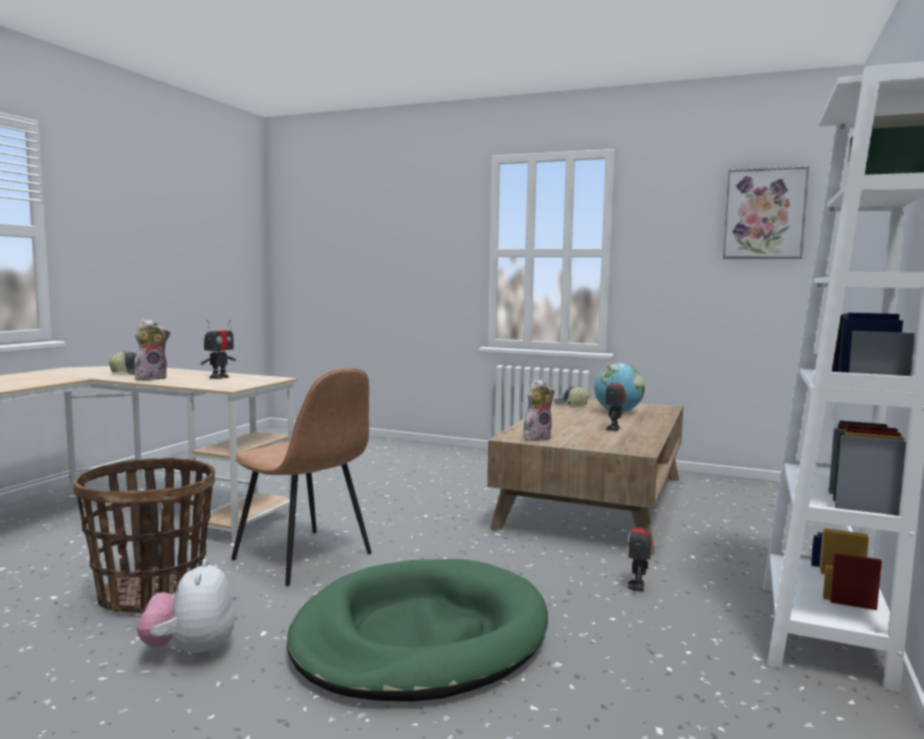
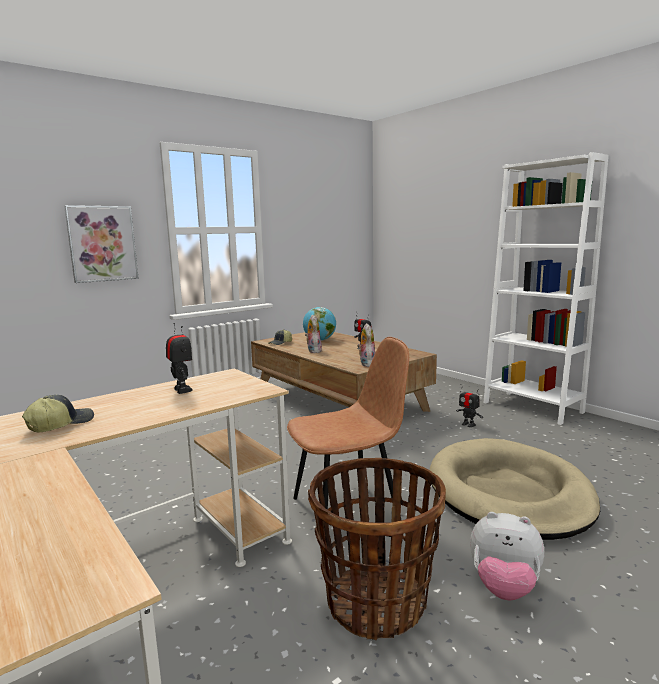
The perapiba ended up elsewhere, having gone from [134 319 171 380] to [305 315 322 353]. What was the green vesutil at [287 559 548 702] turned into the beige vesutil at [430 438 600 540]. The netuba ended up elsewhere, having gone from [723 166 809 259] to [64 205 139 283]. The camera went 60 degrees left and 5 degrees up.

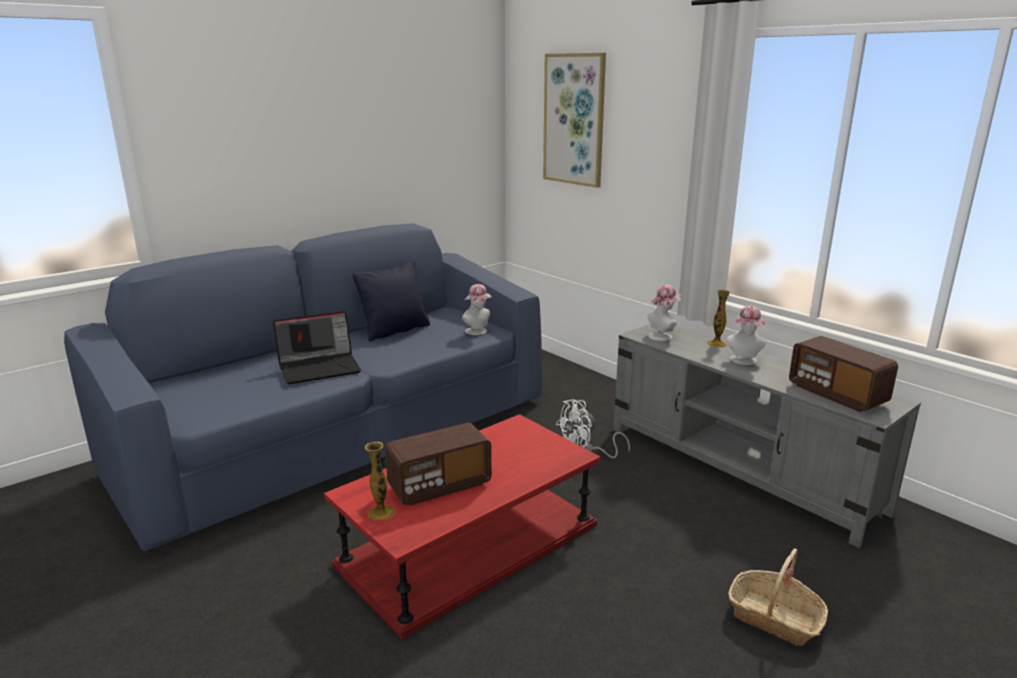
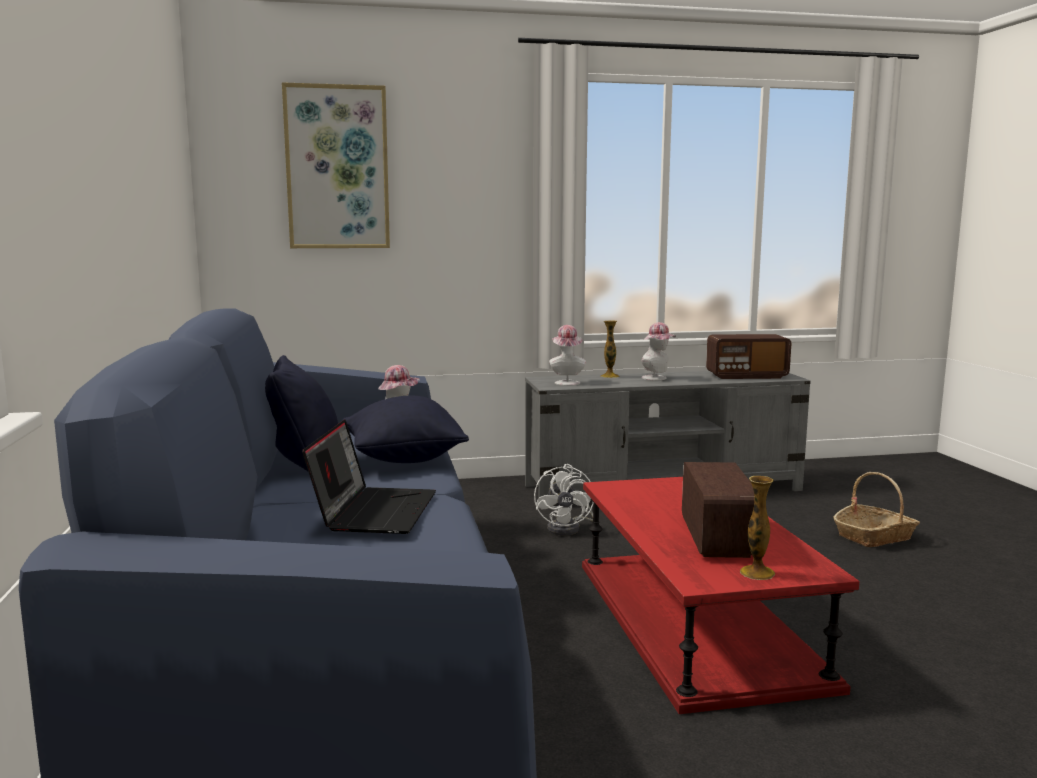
The second view gained the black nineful at [343 396 469 463]. The camera went 60 degrees left and 10 degrees down.

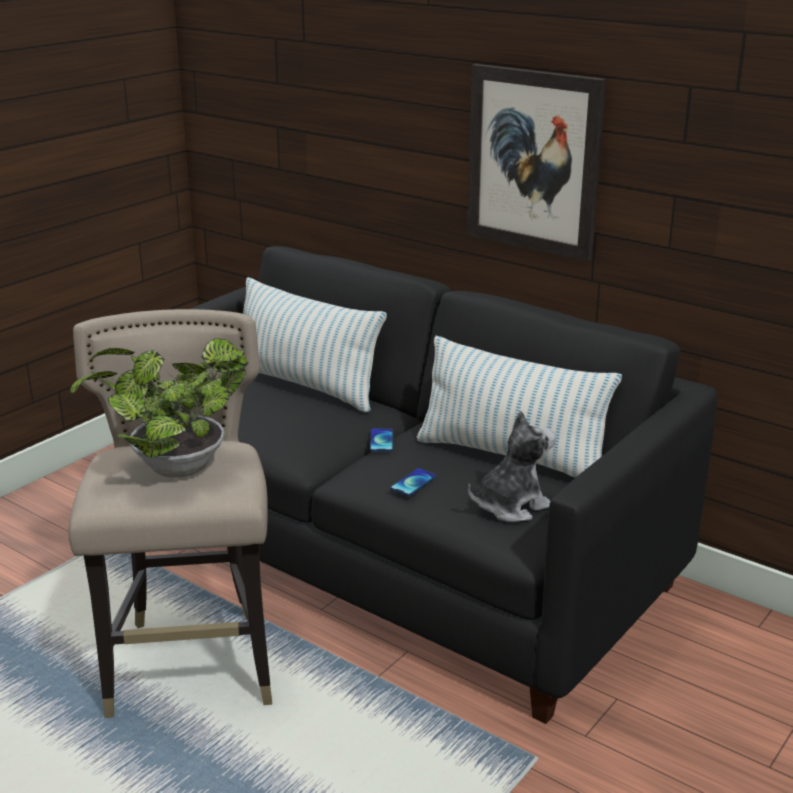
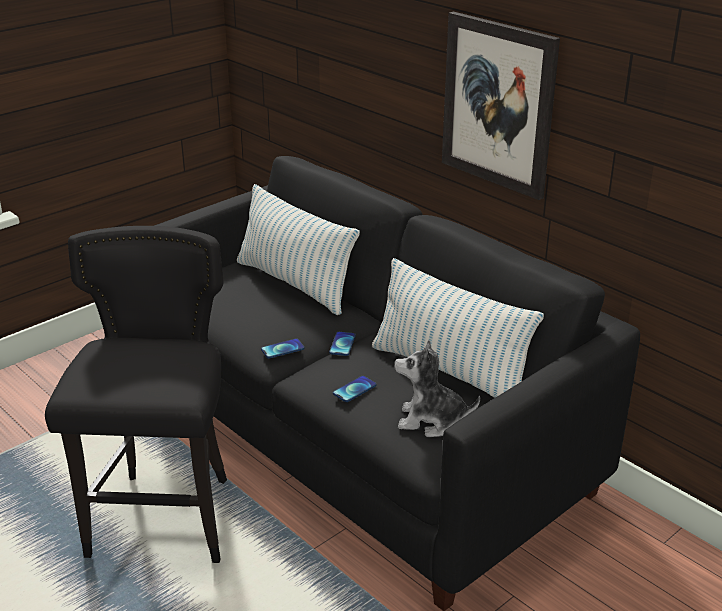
What was the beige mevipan at [68 309 272 718] turned into the black mevipan at [45 226 227 563]. The second view lost the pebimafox at [70 338 248 478]. The perapiba at [468 411 556 522] ended up facing another way, 150 degrees counterclockwise from before. The second view gained the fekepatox at [261 338 304 359]. The camera went 10 degrees right and 5 degrees up.

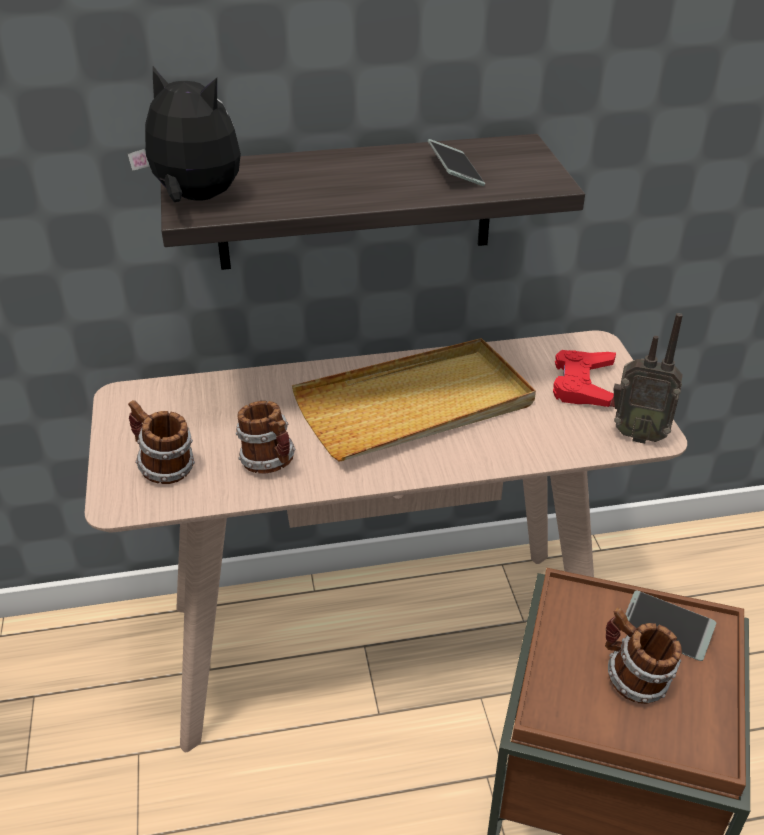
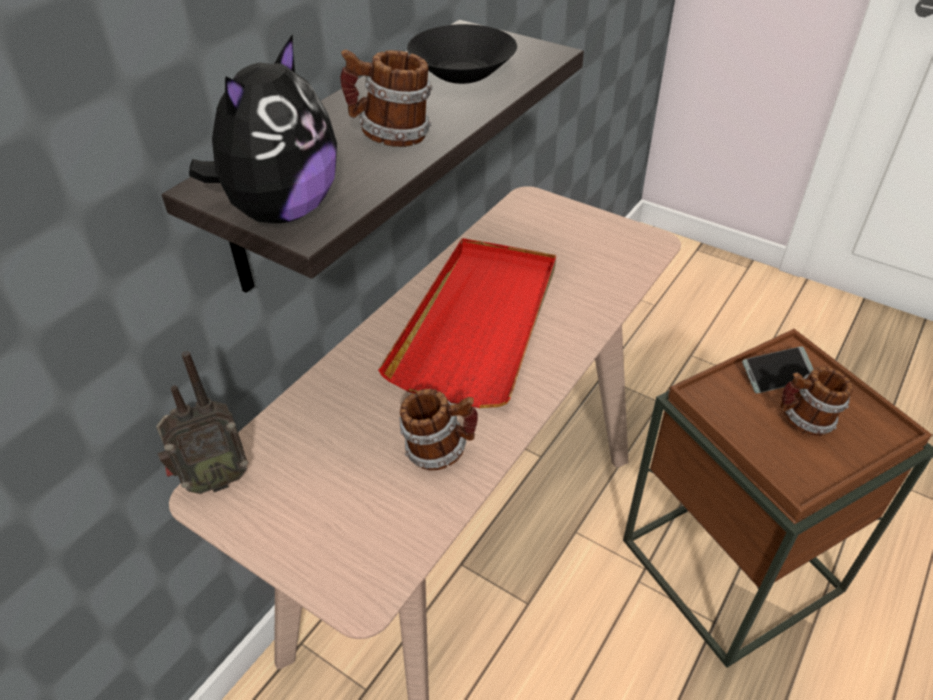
The perapiba at [128 66 241 202] ended up facing another way, 135 degrees clockwise from before. The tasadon ended up elsewhere, having gone from [128 400 195 484] to [340 49 433 147]. What was the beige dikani at [292 338 536 462] turned into the red dikani at [378 238 556 408]. Where the fekepatox stood at [428 139 485 186], the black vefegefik came to stand at [407 24 517 84]. The second view lost the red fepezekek at [553 350 616 407]. The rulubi ended up elsewhere, having gone from [610 313 683 444] to [156 351 248 494]. The camera went 45 degrees left and 5 degrees up.

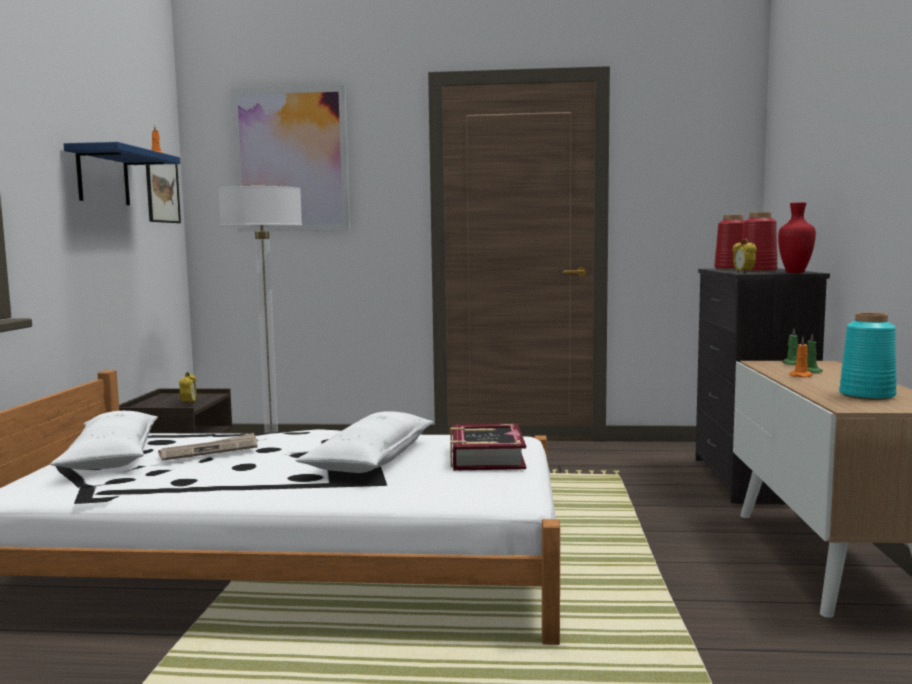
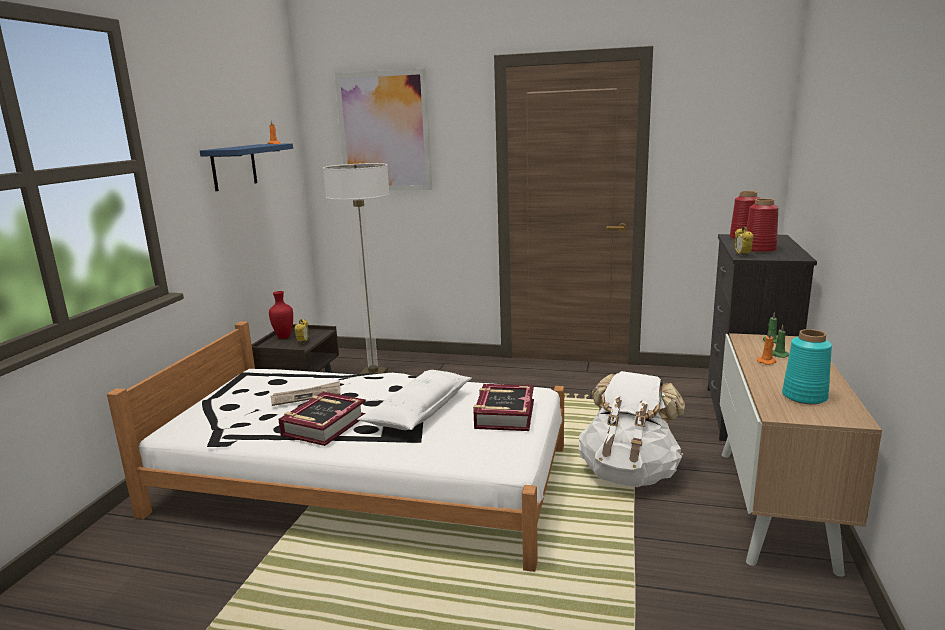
The second view lost the white nineful at [50 411 158 470]. The second view lost the netuba at [146 164 181 223]. The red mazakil ended up elsewhere, having gone from [778 202 816 273] to [269 291 293 339]. The second view gained the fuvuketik at [278 392 366 446]. The second view gained the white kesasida at [579 371 685 487]. The camera went 10 degrees right and 10 degrees up.

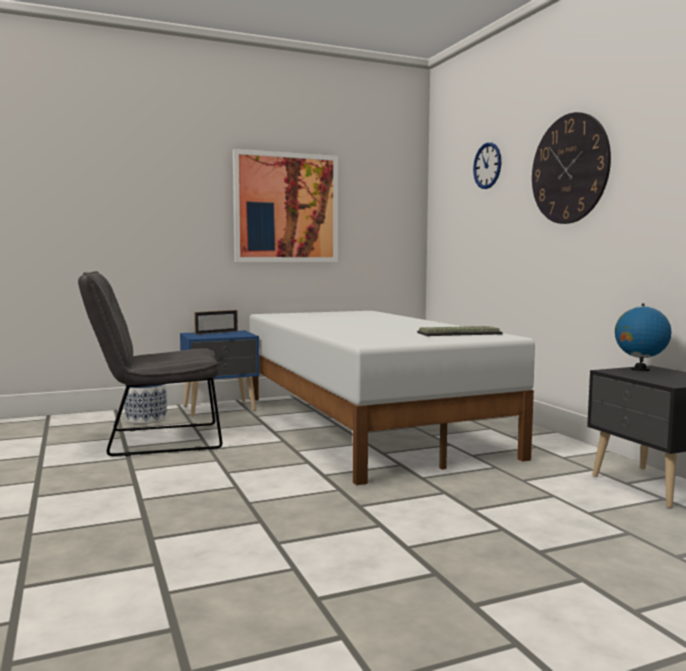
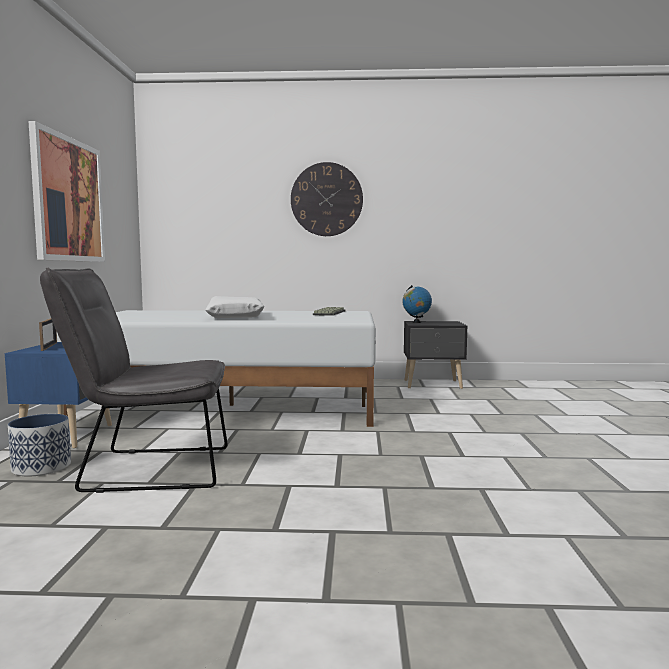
The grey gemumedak at [78 271 222 456] ended up facing another way, 75 degrees clockwise from before. The second view lost the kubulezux at [473 143 501 189]. The second view gained the white nineful at [206 296 264 318]. The camera went 65 degrees left and 0 degrees up.

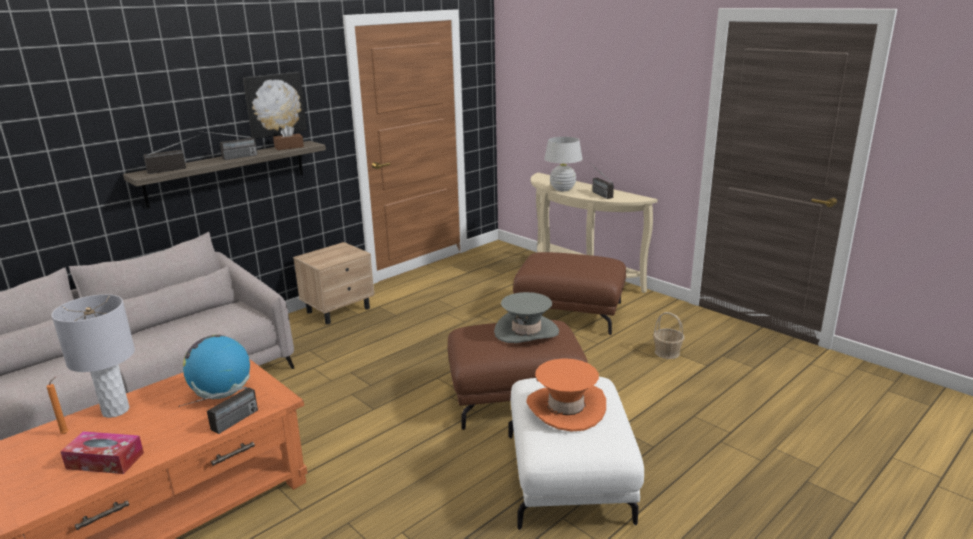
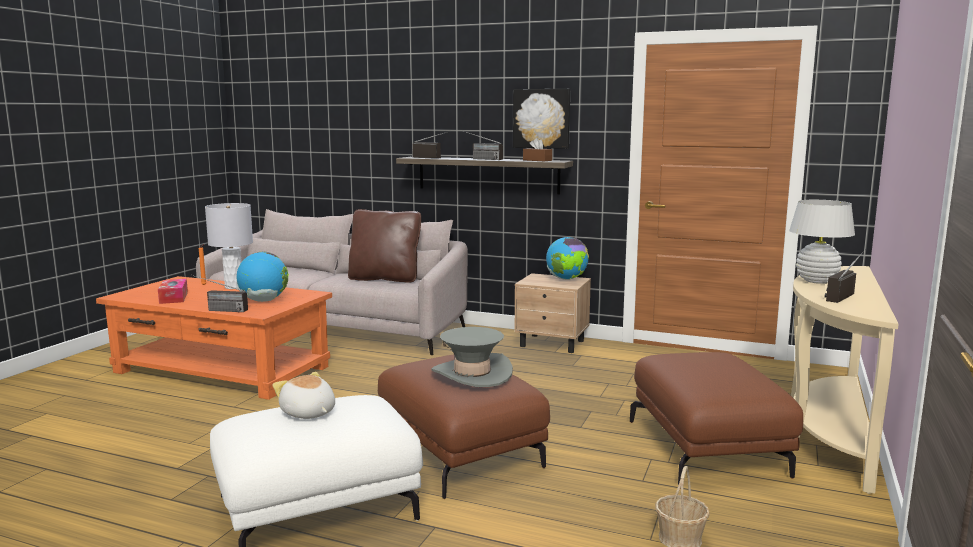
Where the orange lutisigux stood at [526 358 606 431], the perapiba came to stand at [272 372 335 419]. The second view gained the brown nineful at [348 209 421 283]. The second view gained the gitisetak at [546 237 589 280]. The camera went 65 degrees right and 10 degrees down.

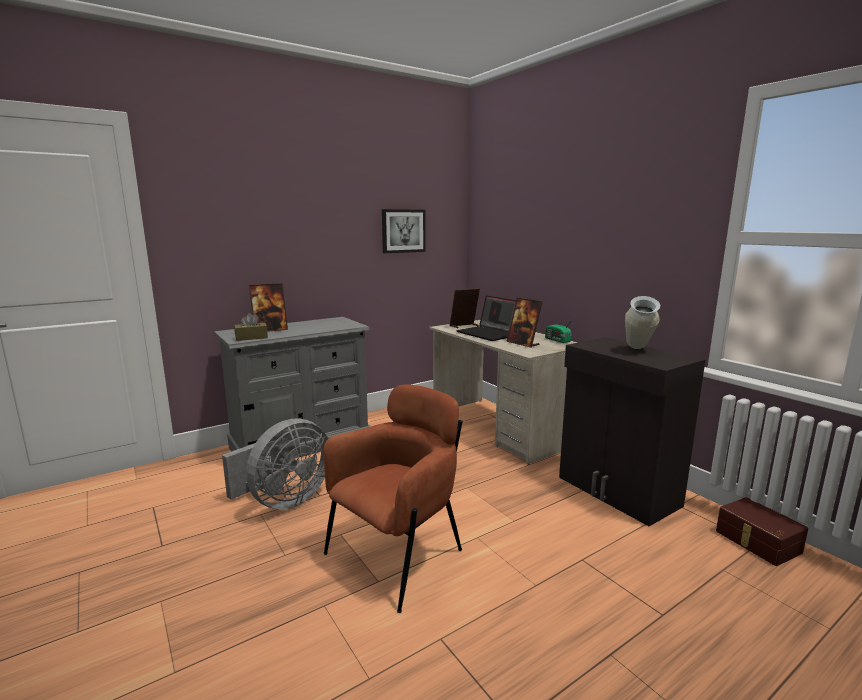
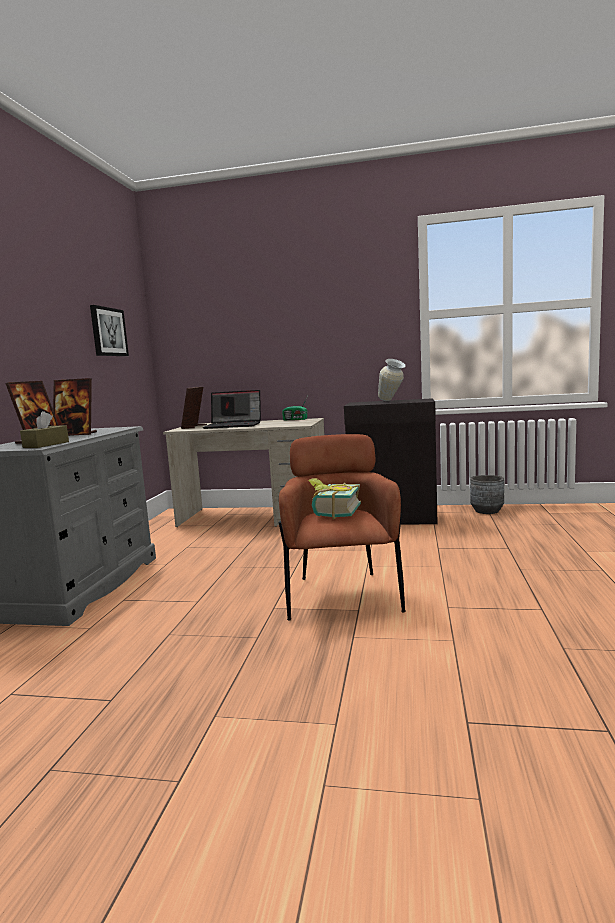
The second view lost the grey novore at [222 418 328 509]. The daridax ended up elsewhere, having gone from [506 298 542 348] to [53 378 97 436]. Where the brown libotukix stood at [716 497 808 566], the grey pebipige came to stand at [470 475 504 514]. The second view gained the fuvuketik at [308 478 361 519]. The camera went 45 degrees left and 5 degrees down.

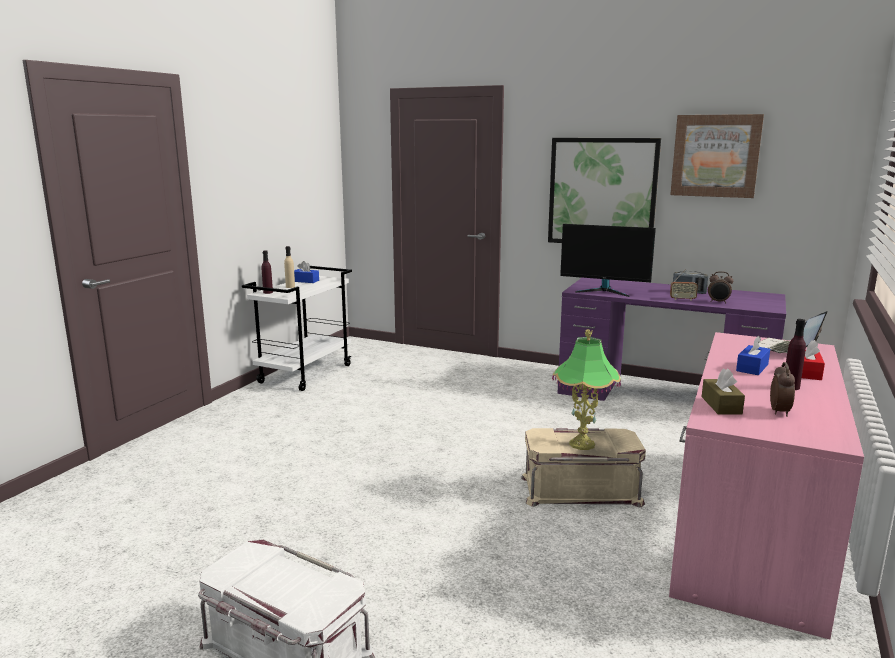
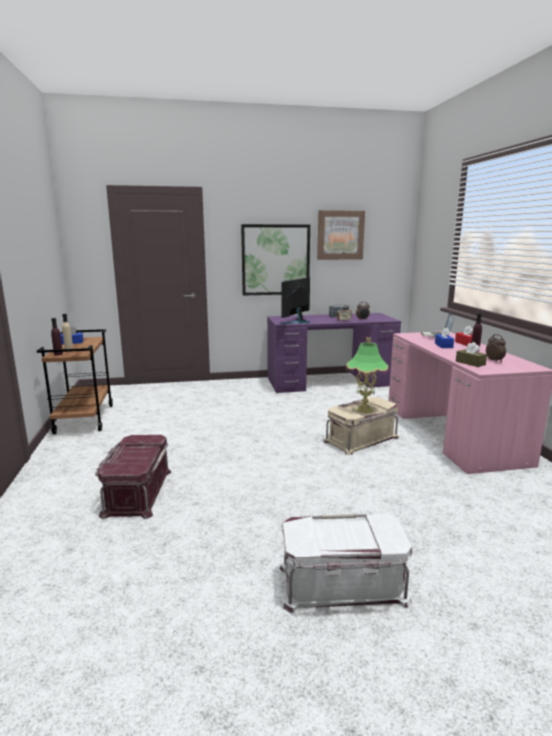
What was the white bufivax at [242 266 352 391] turned into the brown bufivax at [37 329 113 434]. The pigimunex at [560 224 656 297] ended up facing another way, 135 degrees clockwise from before. The second view gained the red libotukix at [95 435 172 519]. The camera went 35 degrees left and 0 degrees up.

